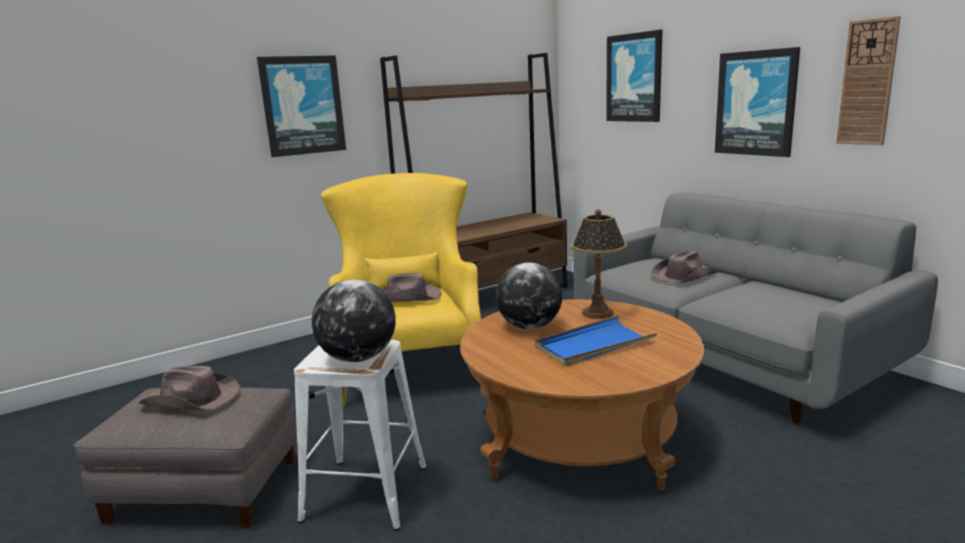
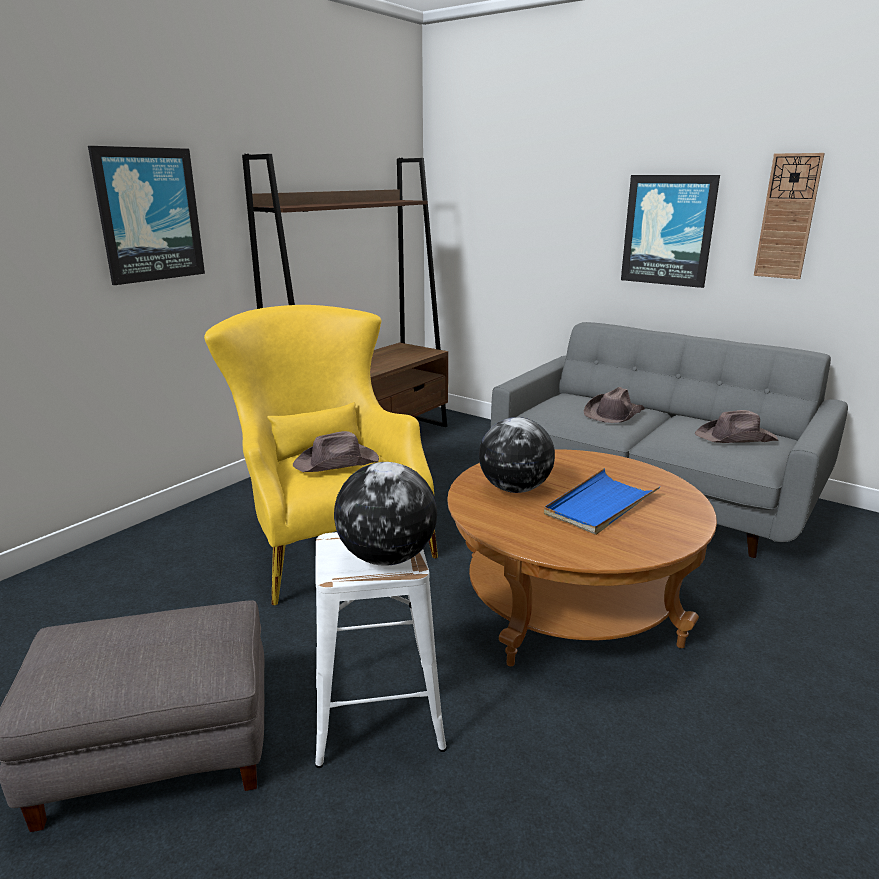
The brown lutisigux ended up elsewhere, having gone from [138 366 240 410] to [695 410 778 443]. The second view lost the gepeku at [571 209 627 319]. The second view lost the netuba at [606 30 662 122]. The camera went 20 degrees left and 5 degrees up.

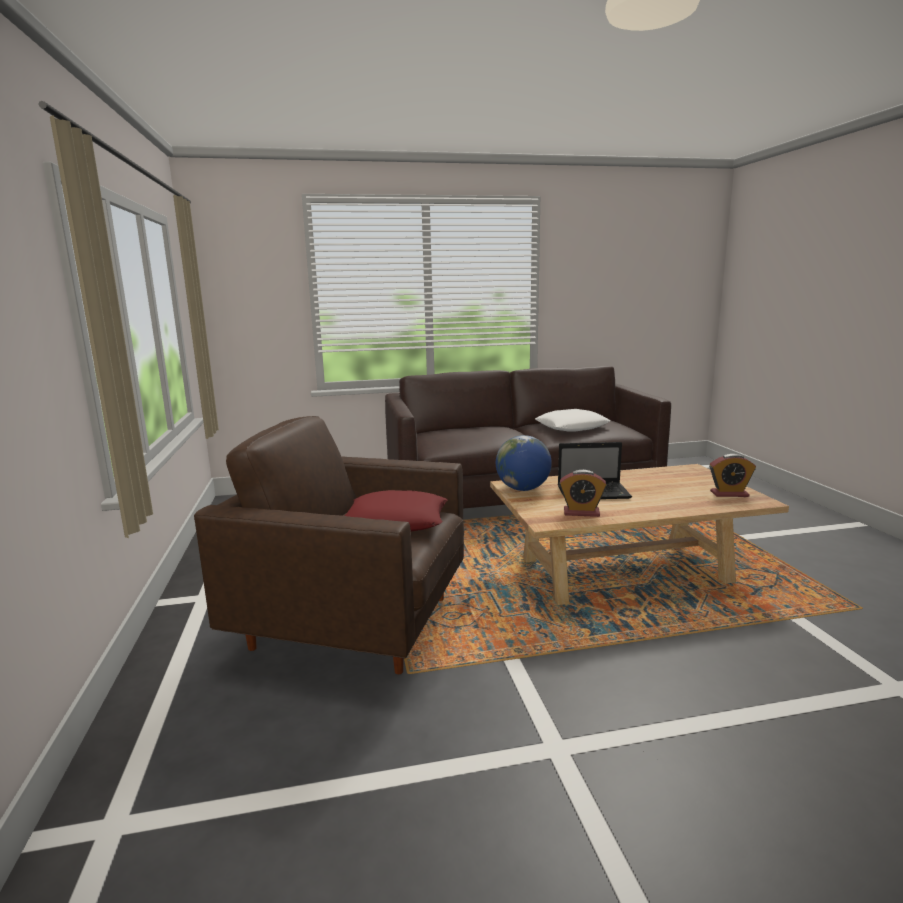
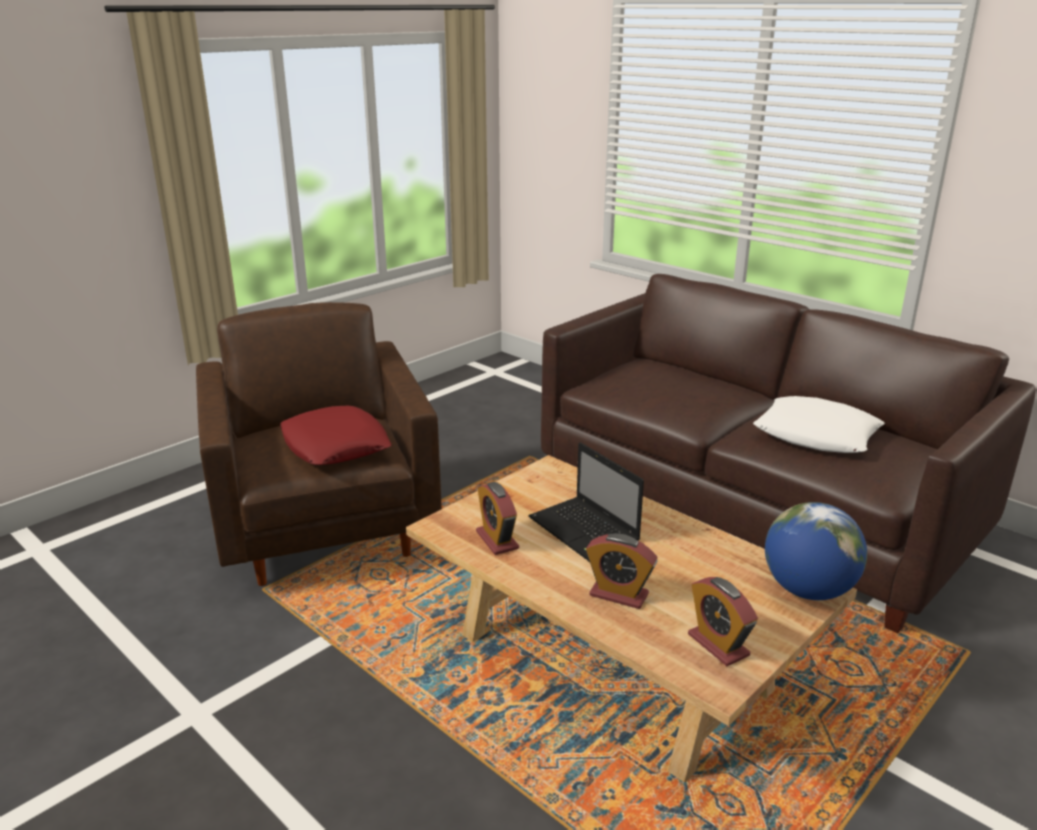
The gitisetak ended up elsewhere, having gone from [496 435 552 491] to [765 502 867 600]. The second view gained the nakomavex at [586 533 658 609]. The camera went 55 degrees right and 10 degrees up.

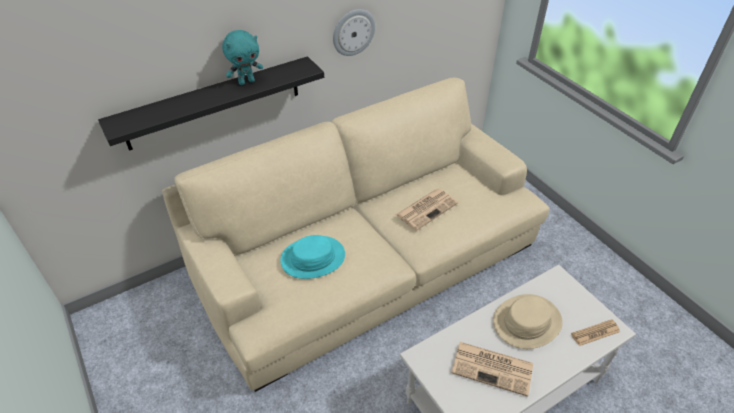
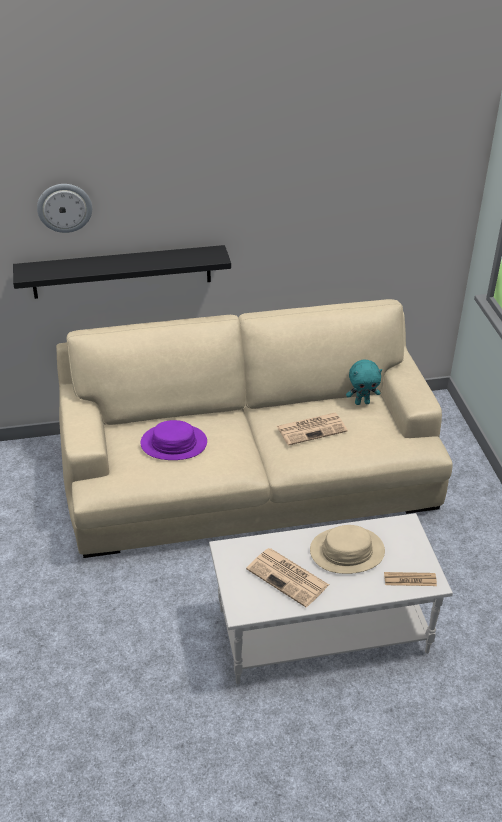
The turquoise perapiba ended up elsewhere, having gone from [222 30 263 85] to [346 359 382 405]. What was the turquoise lutisigux at [280 235 345 279] turned into the purple lutisigux at [141 420 207 460]. The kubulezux ended up elsewhere, having gone from [333 9 375 56] to [37 184 92 233]. The camera went 20 degrees right and 5 degrees down.

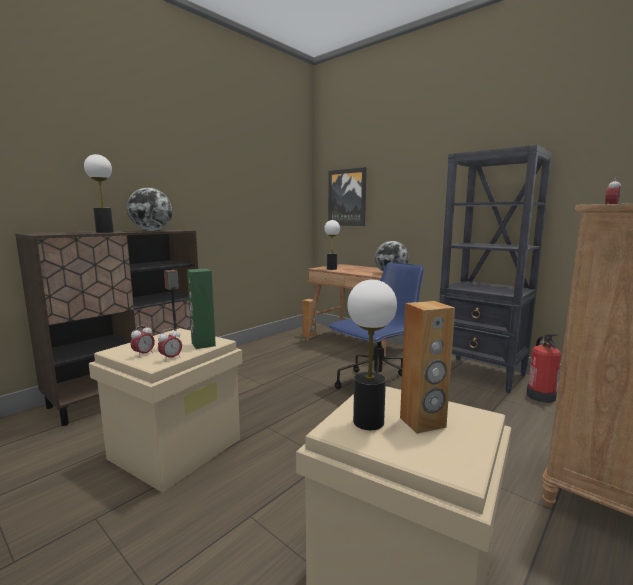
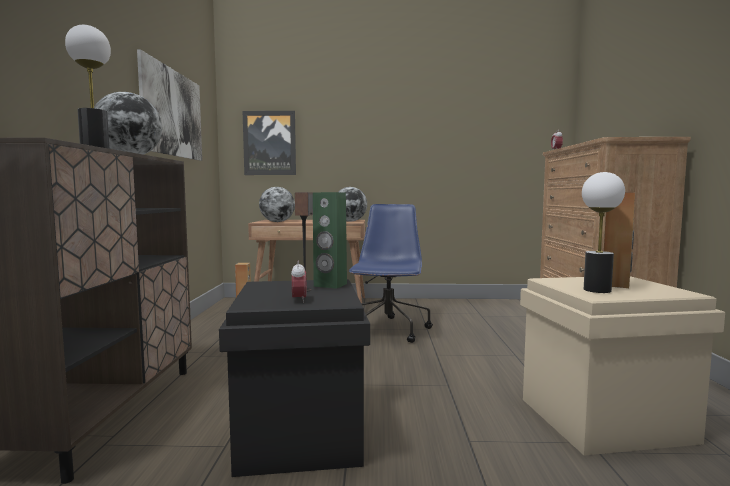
What was the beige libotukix at [89 328 242 493] turned into the black libotukix at [219 279 370 477]. The second view lost the nakomavex at [158 328 182 362]. Where the gepeku stood at [324 220 340 270], the gitisetak came to stand at [259 187 295 222]. The second view lost the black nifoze at [439 144 552 393]. The second view lost the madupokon at [527 334 561 403]. The second view gained the netuba at [137 49 202 161]. The camera went 40 degrees left and 5 degrees down.

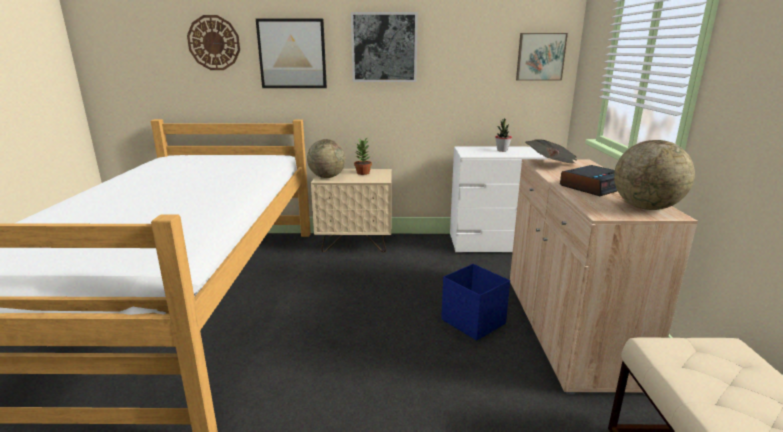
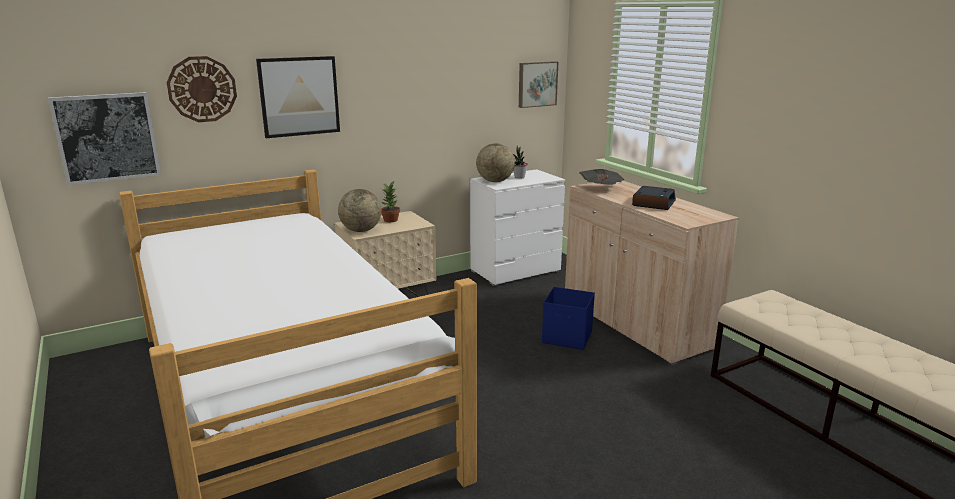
The netuba ended up elsewhere, having gone from [351 12 418 82] to [48 92 161 185]. The gitisetak ended up elsewhere, having gone from [614 140 695 210] to [476 143 515 182]. The camera went 30 degrees left and 0 degrees up.

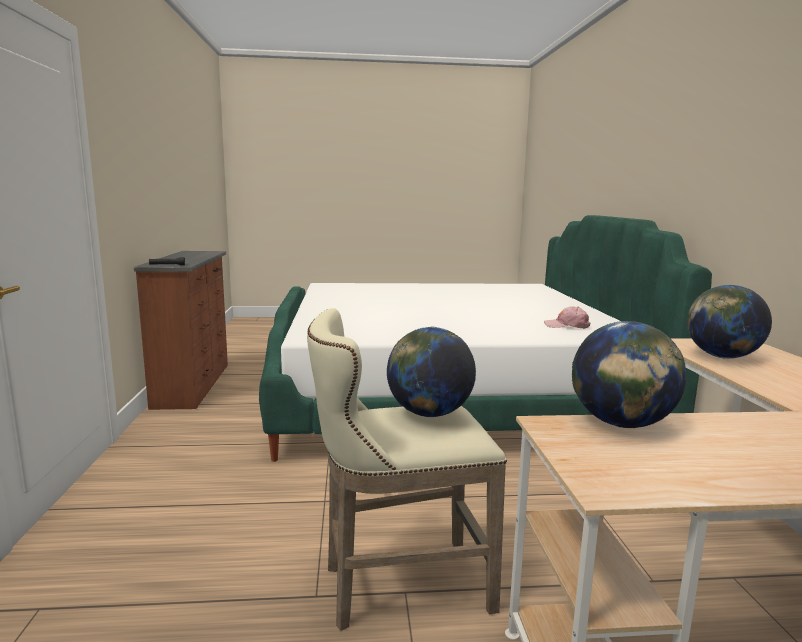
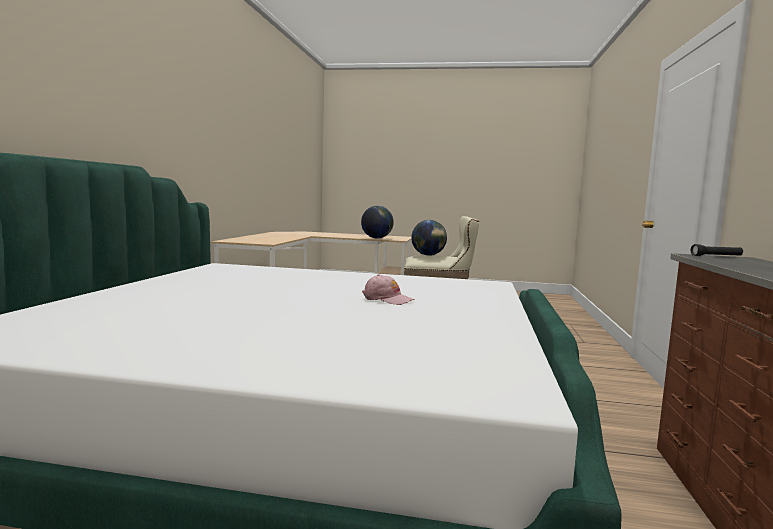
The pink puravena ended up elsewhere, having gone from [544 306 591 329] to [362 274 415 305]. The second view lost the gitisetak at [687 285 772 359]. The camera went 165 degrees left and 5 degrees down.

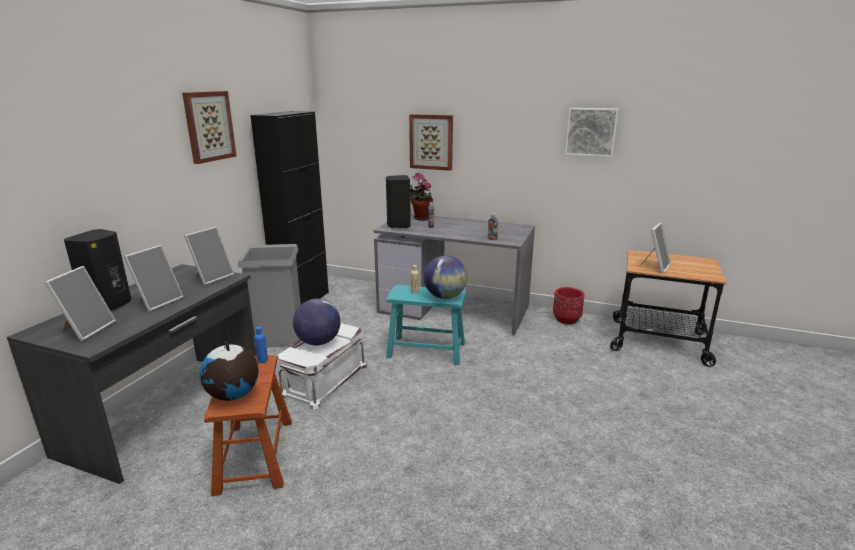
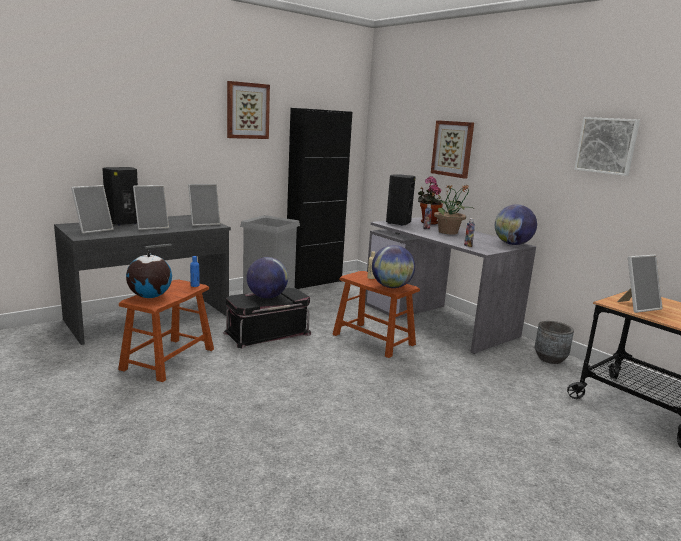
What was the white libotukix at [278 323 367 409] turned into the black libotukix at [223 288 311 348]. What was the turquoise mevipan at [386 285 466 365] turned into the brown mevipan at [332 271 420 358]. What was the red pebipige at [553 287 585 324] turned into the grey pebipige at [535 321 574 364]. The second view gained the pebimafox at [432 184 472 234]. The second view gained the gitisetak at [495 204 537 245]. The camera went 30 degrees right and 5 degrees down.

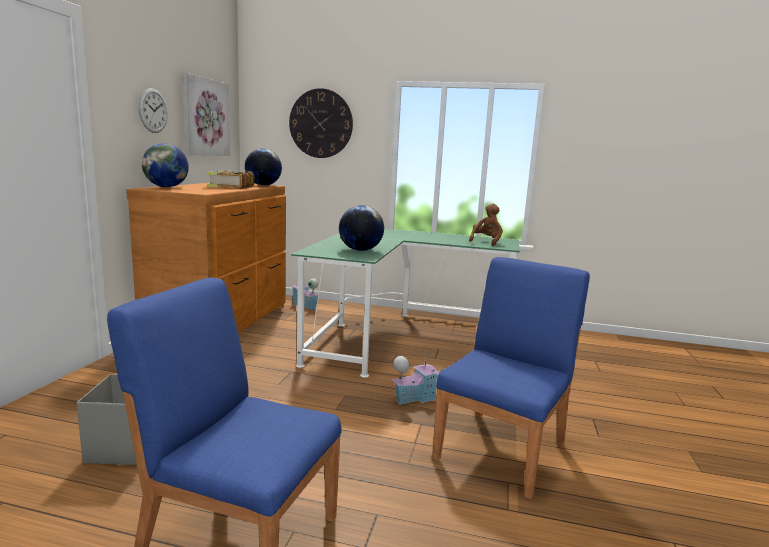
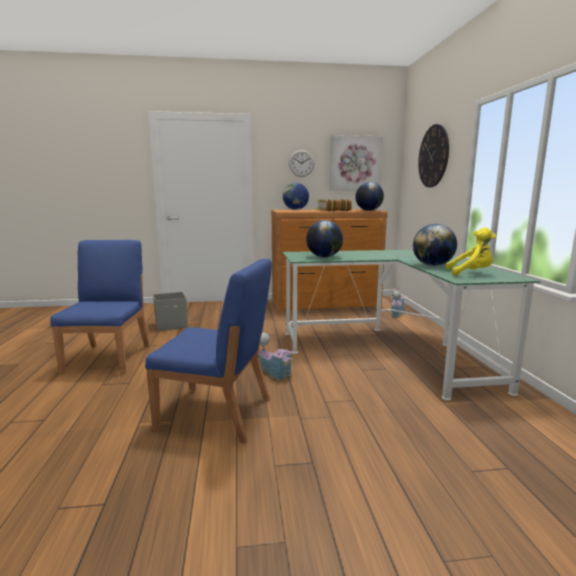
What was the brown perapiba at [469 203 503 246] turned into the yellow perapiba at [445 228 496 276]. The second view gained the gitisetak at [413 224 457 266]. The camera went 70 degrees right and 0 degrees up.

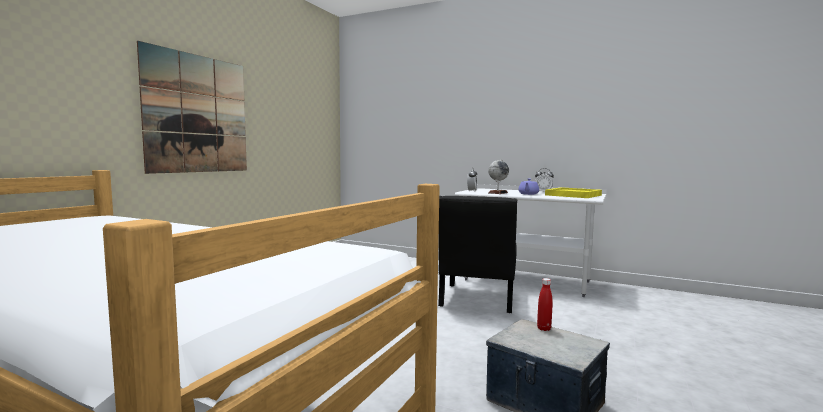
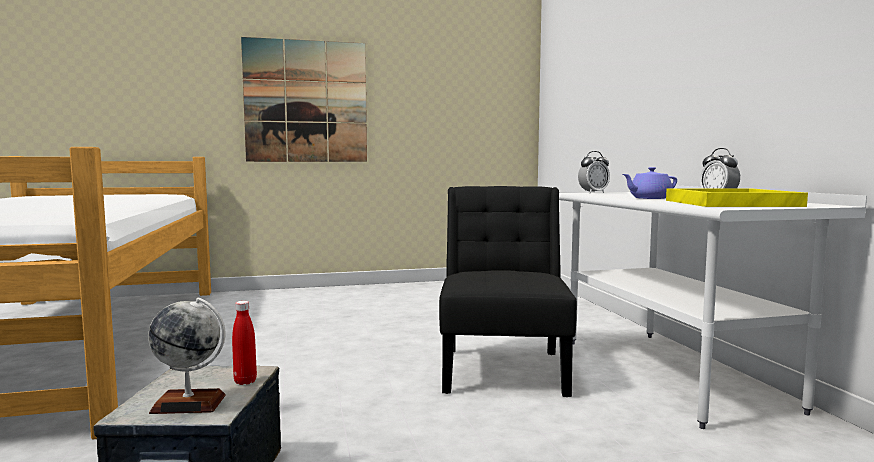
The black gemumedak at [438 196 517 313] ended up facing another way, 120 degrees clockwise from before. The gitisetak ended up elsewhere, having gone from [488 159 509 194] to [148 298 226 414]. The camera went 50 degrees right and 0 degrees up.

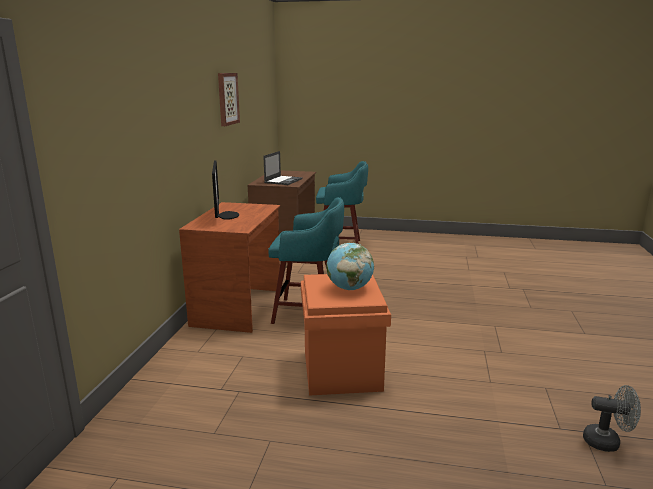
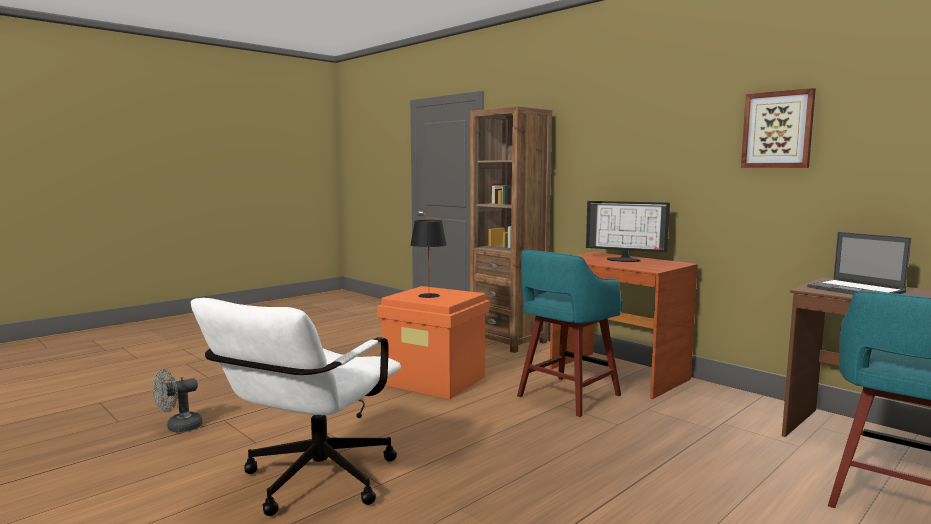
Where the gitisetak stood at [326 243 374 290], the black gepeku came to stand at [410 220 447 298]. The second view gained the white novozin at [191 298 401 516]. The second view gained the brown nifoze at [470 106 552 353]. The camera went 125 degrees right and 10 degrees down.

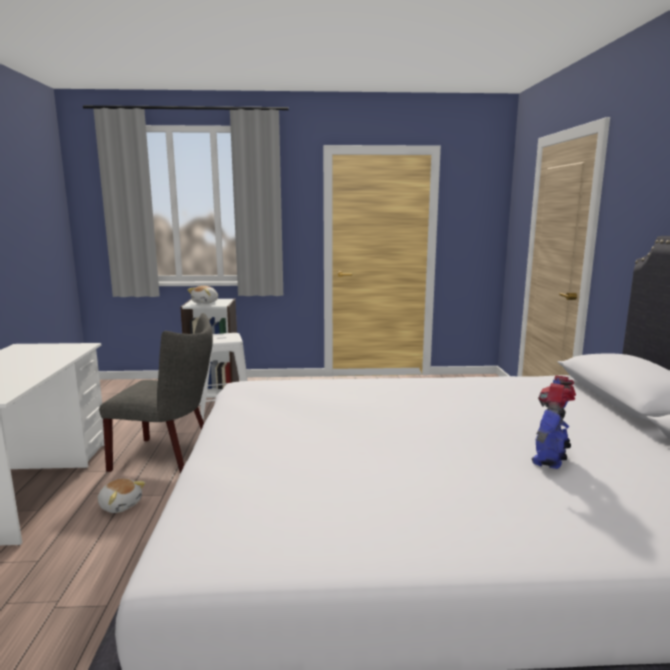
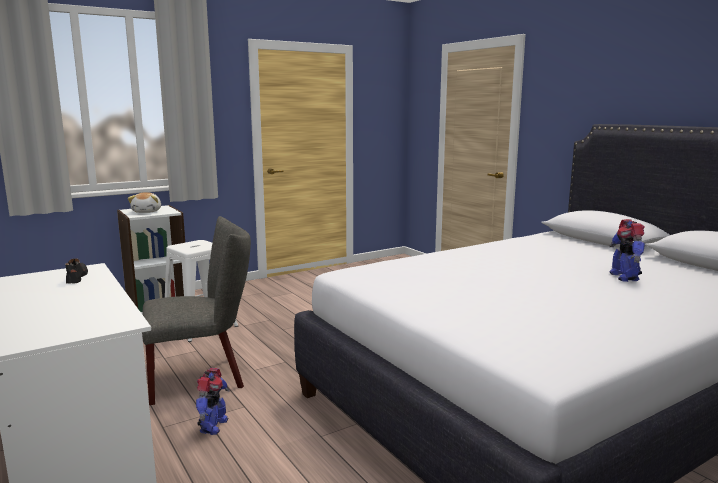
Where the perapiba stood at [98 478 145 513], the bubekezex came to stand at [196 368 229 435]. The second view gained the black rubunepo at [65 259 88 284]. The camera went 30 degrees left and 0 degrees up.

